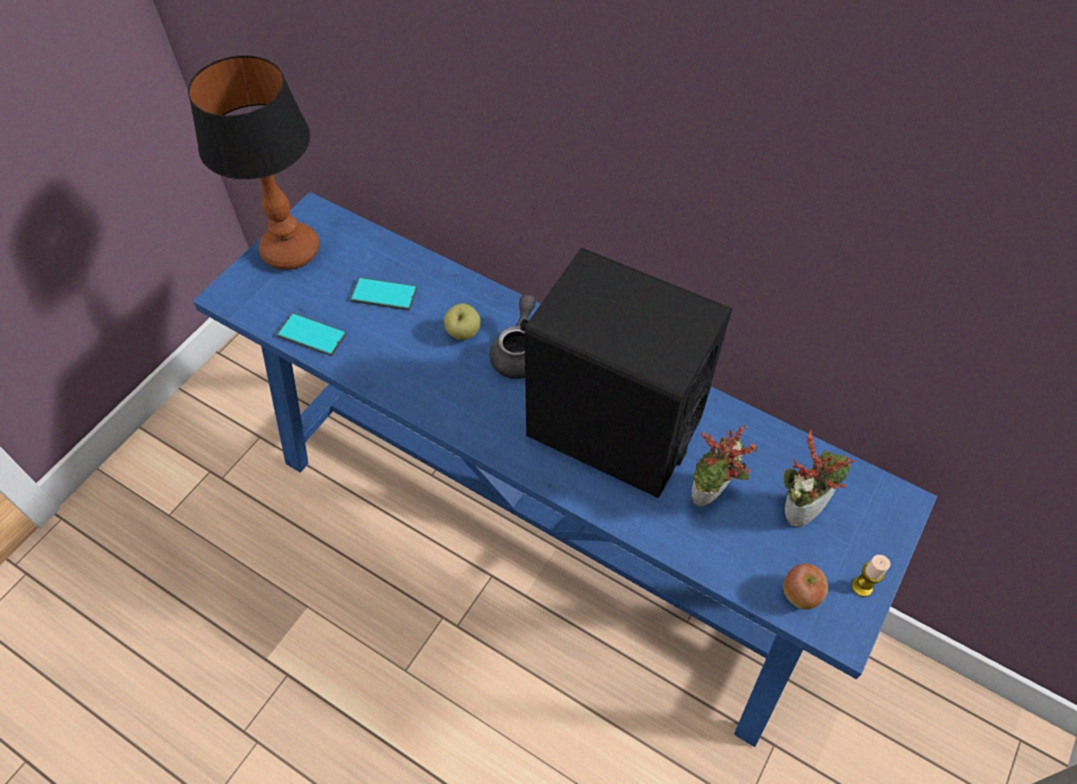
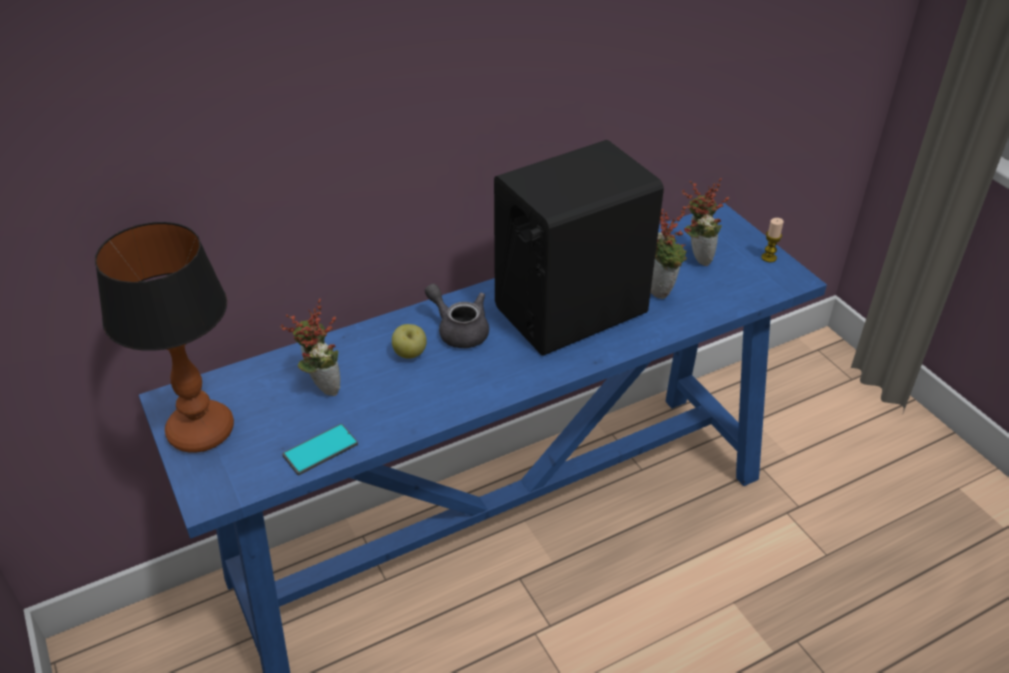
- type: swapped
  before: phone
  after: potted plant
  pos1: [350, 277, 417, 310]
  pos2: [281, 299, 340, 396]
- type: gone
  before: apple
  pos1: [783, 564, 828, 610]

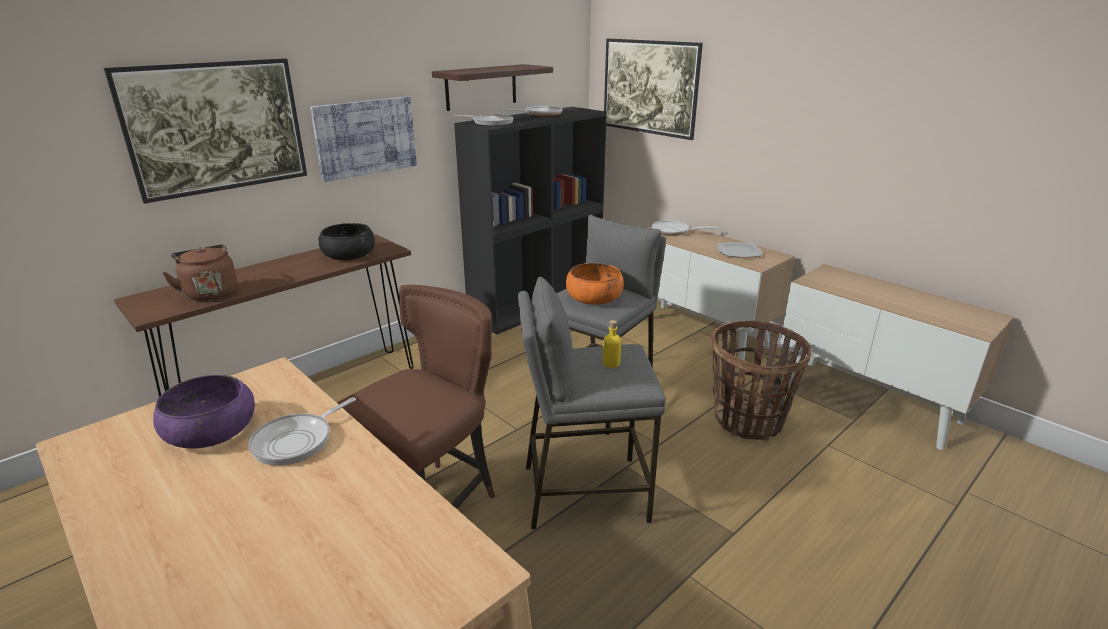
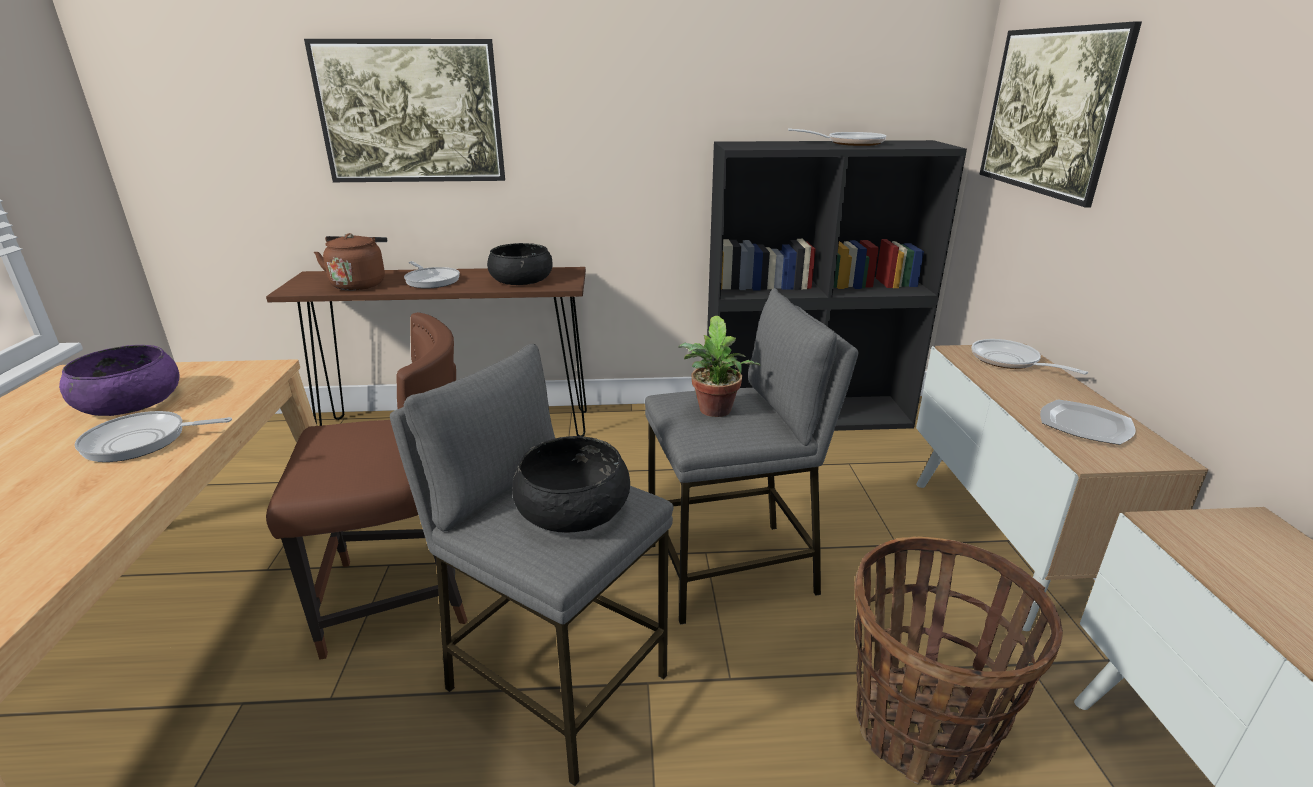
- type: gone
  before: shelf
  pos1: [432, 64, 553, 111]
- type: gone
  before: picture
  pos1: [310, 97, 417, 182]
- type: shifted
  before: frying pan
  pos1: [454, 115, 513, 126]
  pos2: [404, 261, 460, 288]
- type: swapped
  before: orange bowl
  after: potted plant
  pos1: [566, 263, 624, 305]
  pos2: [678, 316, 761, 417]
- type: swapped
  before: yellow bottle
  after: black bowl
  pos1: [603, 320, 621, 368]
  pos2: [512, 436, 630, 533]

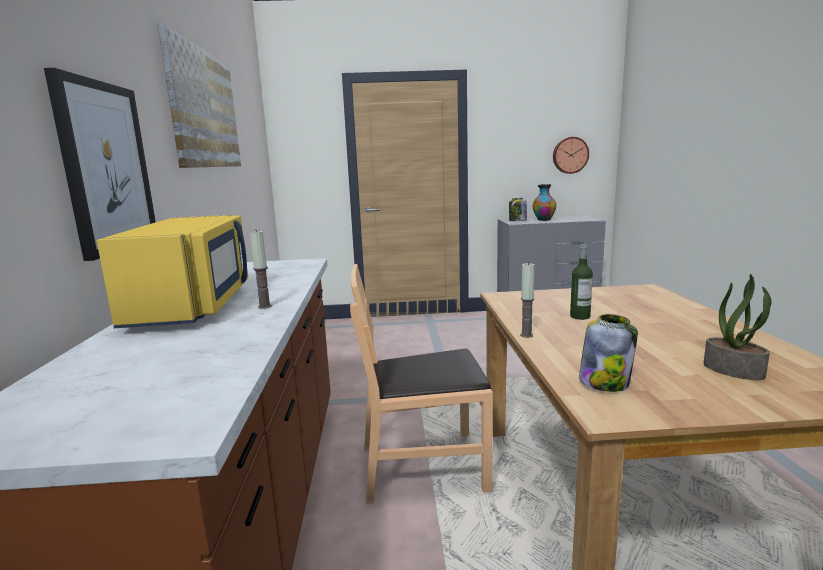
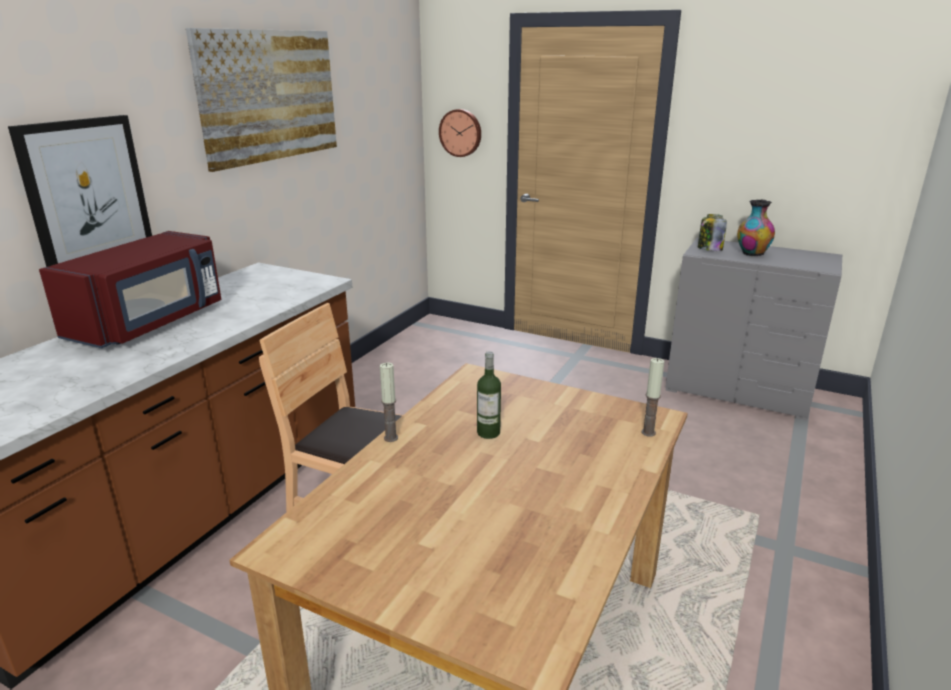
- type: shifted
  before: wall clock
  pos1: [553, 137, 589, 174]
  pos2: [439, 109, 481, 157]
- type: repainted
  before: yellow microwave
  after: red microwave
  pos1: [97, 215, 248, 328]
  pos2: [39, 231, 222, 348]
- type: shifted
  before: candle
  pos1: [250, 229, 272, 309]
  pos2: [641, 358, 664, 437]
- type: gone
  before: potted plant
  pos1: [704, 274, 772, 380]
- type: gone
  before: jar
  pos1: [579, 314, 638, 392]

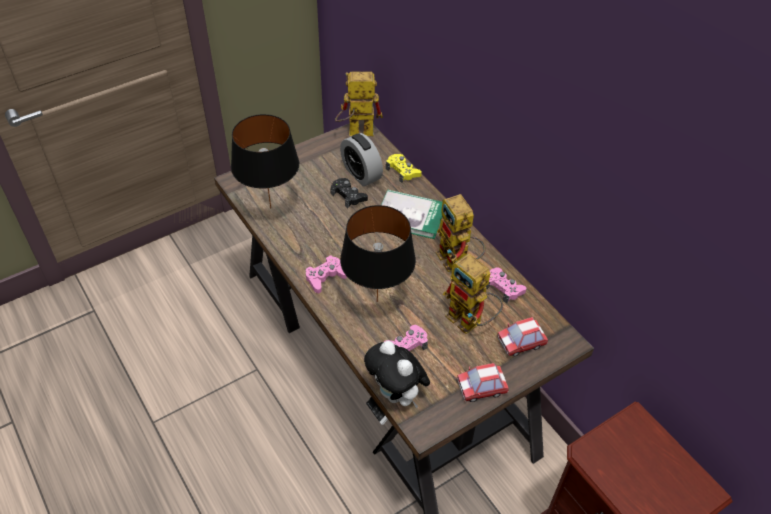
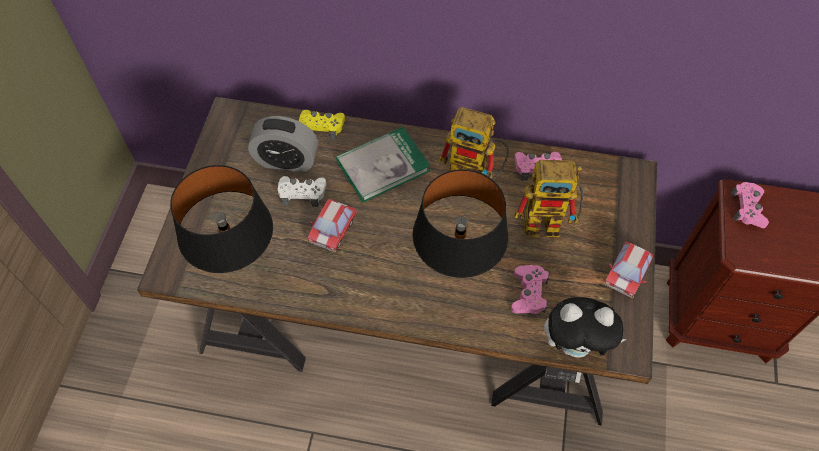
- type: gone
  before: toy robot
  pos1: [335, 72, 383, 136]
- type: repainted
  before: black game controller
  after: white game controller
  pos1: [330, 178, 368, 208]
  pos2: [278, 176, 326, 207]
- type: shifted
  before: pink game controller
  pos1: [306, 255, 347, 293]
  pos2: [731, 182, 769, 228]
- type: shifted
  before: toy car
  pos1: [497, 317, 548, 357]
  pos2: [308, 199, 357, 252]

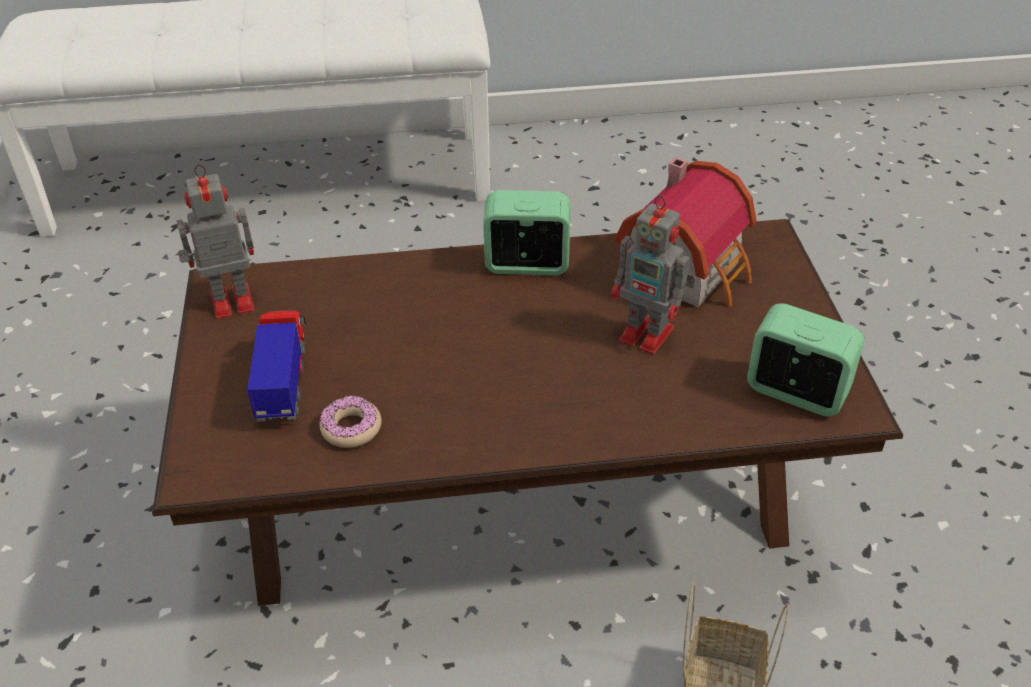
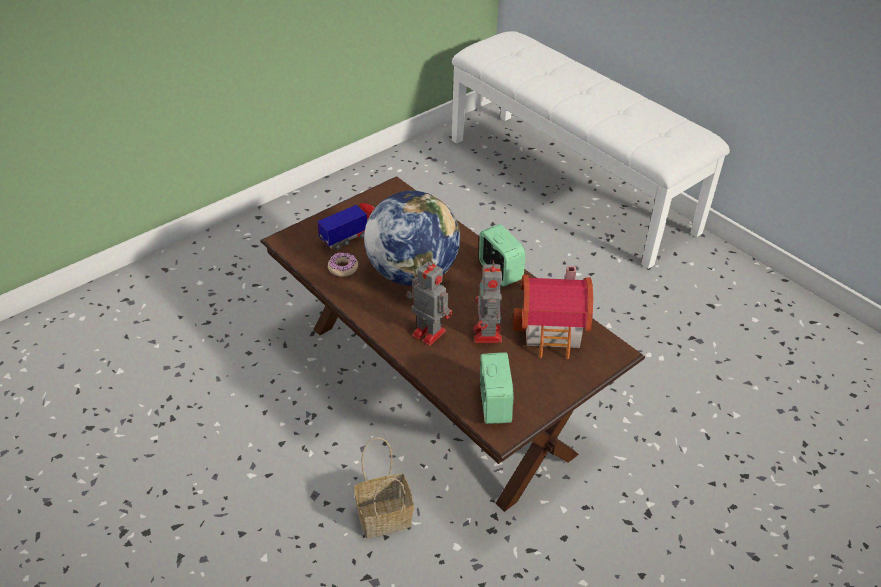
- type: shifted
  before: toy robot
  pos1: [177, 164, 254, 319]
  pos2: [407, 259, 452, 346]
- type: new
  after: globe
  pos2: [364, 191, 460, 286]

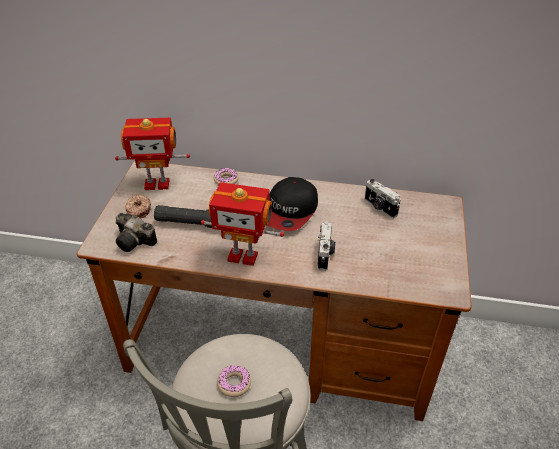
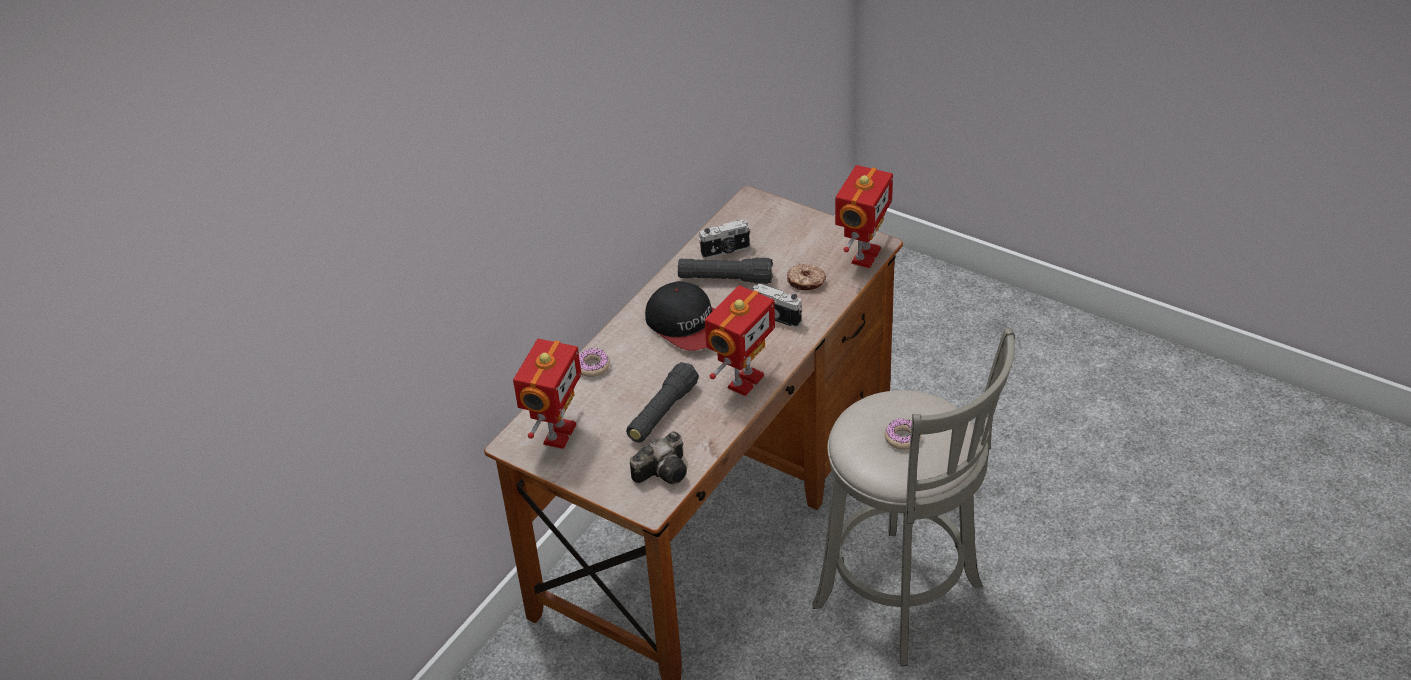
- type: shifted
  before: donut
  pos1: [126, 195, 151, 218]
  pos2: [787, 264, 826, 290]
- type: new
  after: toy robot
  pos2: [835, 165, 893, 268]
- type: new
  after: black flashlight
  pos2: [678, 258, 773, 284]

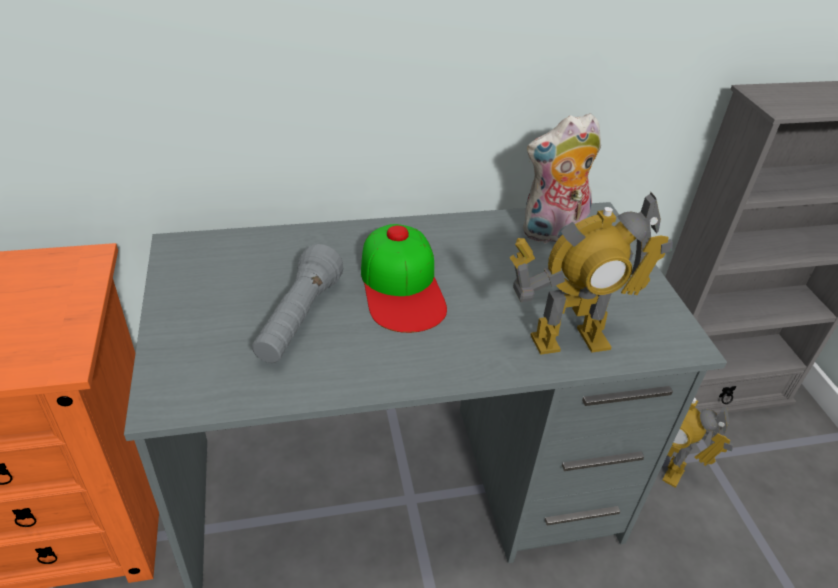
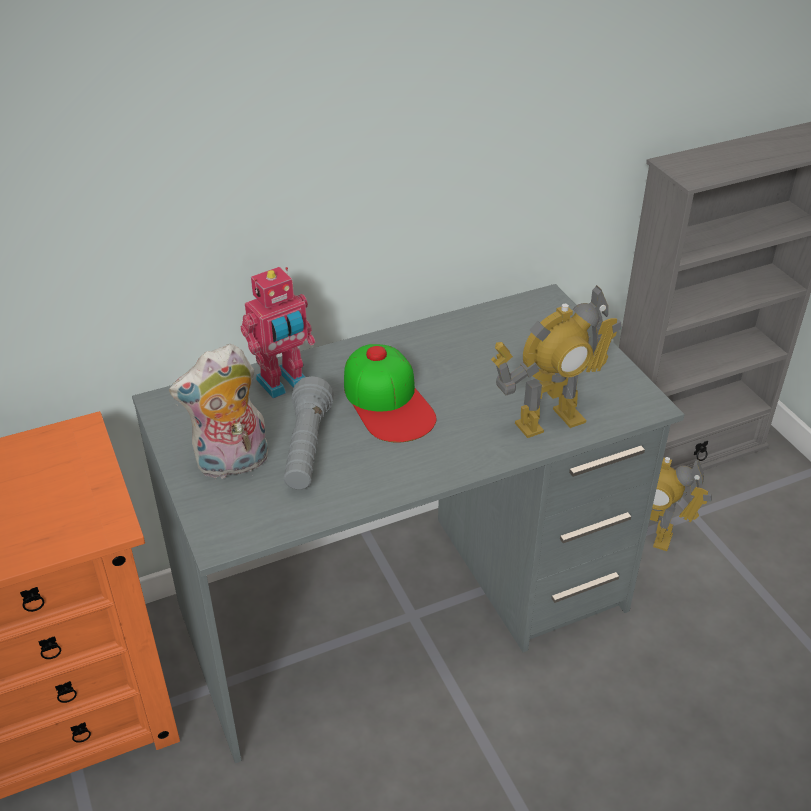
- type: shifted
  before: plush toy
  pos1: [523, 113, 601, 243]
  pos2: [169, 344, 268, 480]
- type: new
  after: toy robot
  pos2: [241, 267, 315, 398]

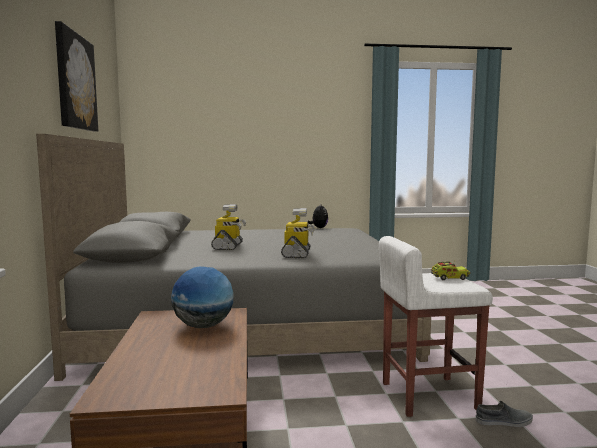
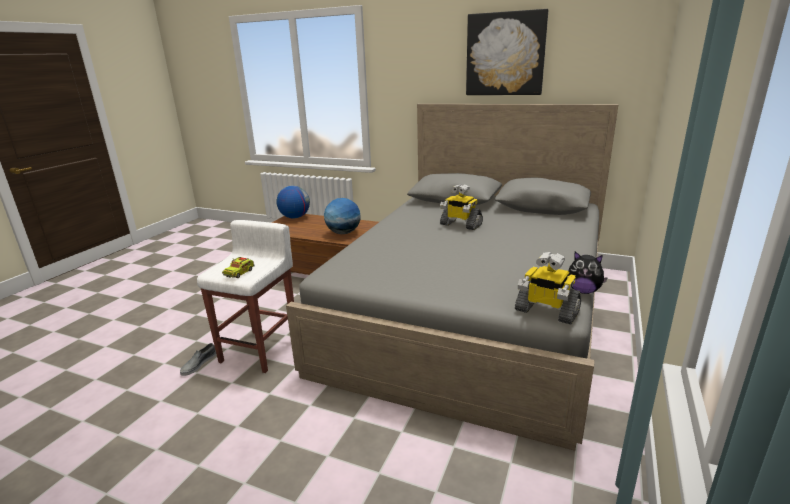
- type: shifted
  before: toy robot
  pos1: [281, 208, 315, 258]
  pos2: [515, 252, 581, 324]
- type: new
  after: globe
  pos2: [276, 185, 310, 218]

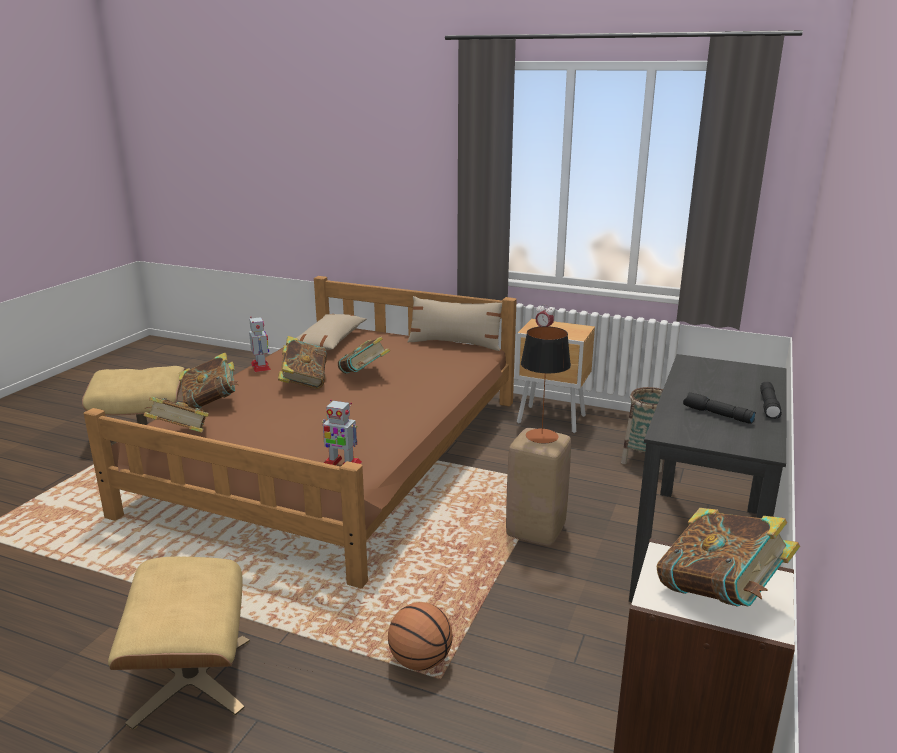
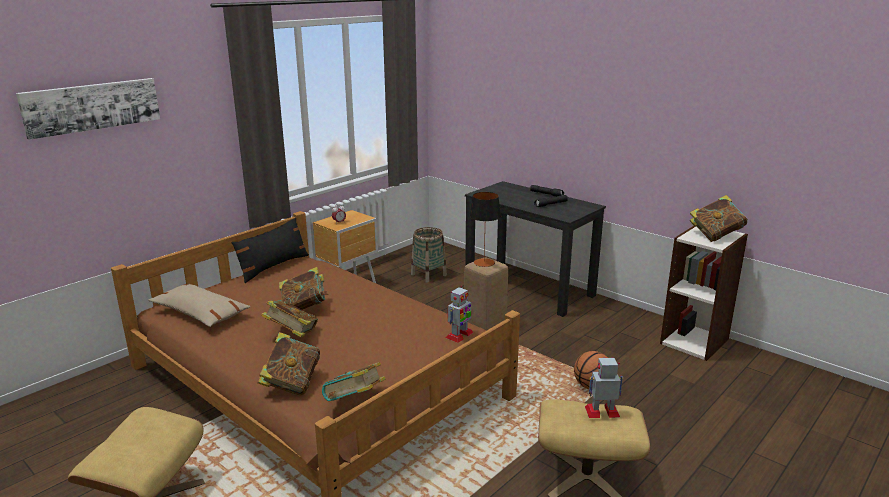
- type: repainted
  before: beige pillow
  after: black pillow
  pos1: [408, 296, 502, 351]
  pos2: [231, 218, 309, 283]
- type: shifted
  before: toy robot
  pos1: [249, 316, 271, 372]
  pos2: [585, 358, 624, 418]
- type: new
  after: picture
  pos2: [16, 78, 160, 140]

